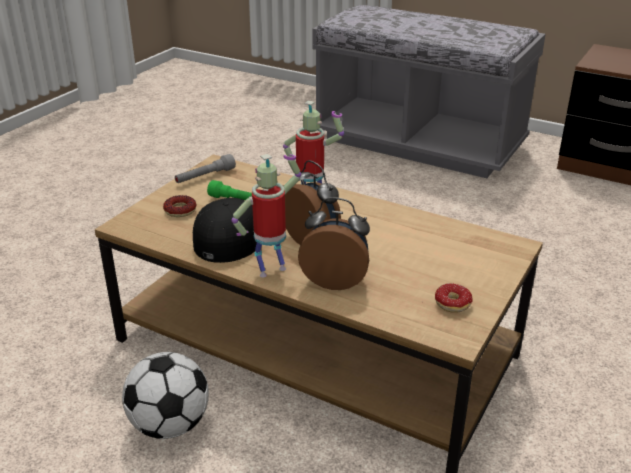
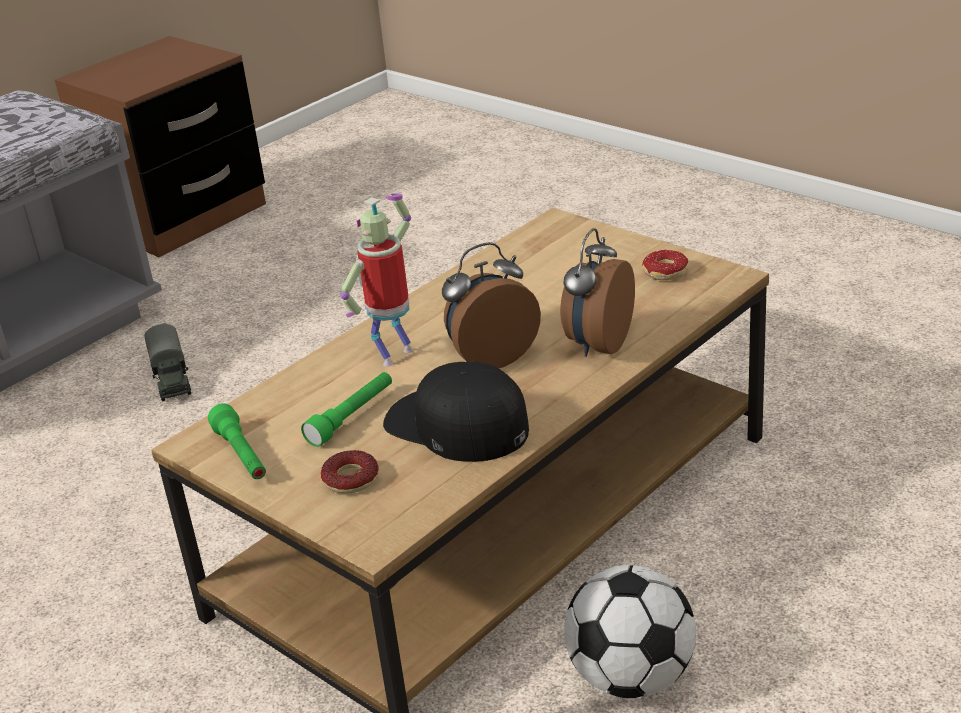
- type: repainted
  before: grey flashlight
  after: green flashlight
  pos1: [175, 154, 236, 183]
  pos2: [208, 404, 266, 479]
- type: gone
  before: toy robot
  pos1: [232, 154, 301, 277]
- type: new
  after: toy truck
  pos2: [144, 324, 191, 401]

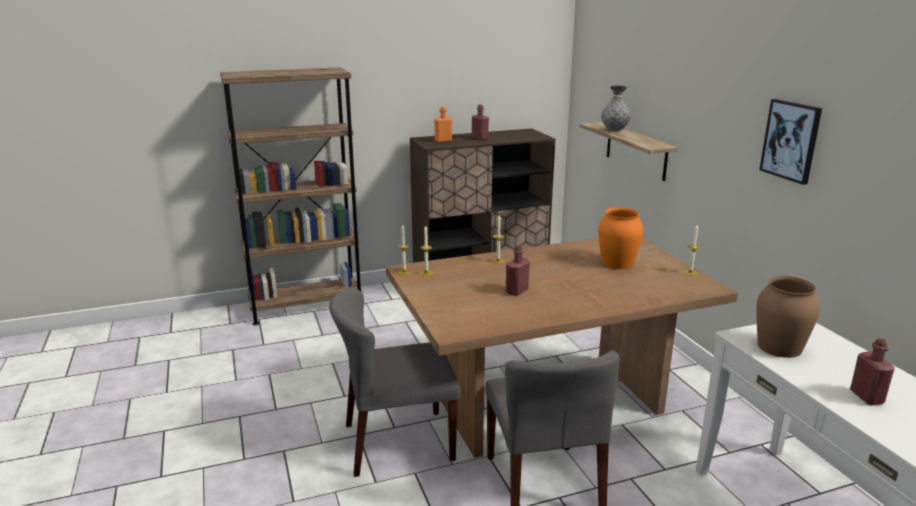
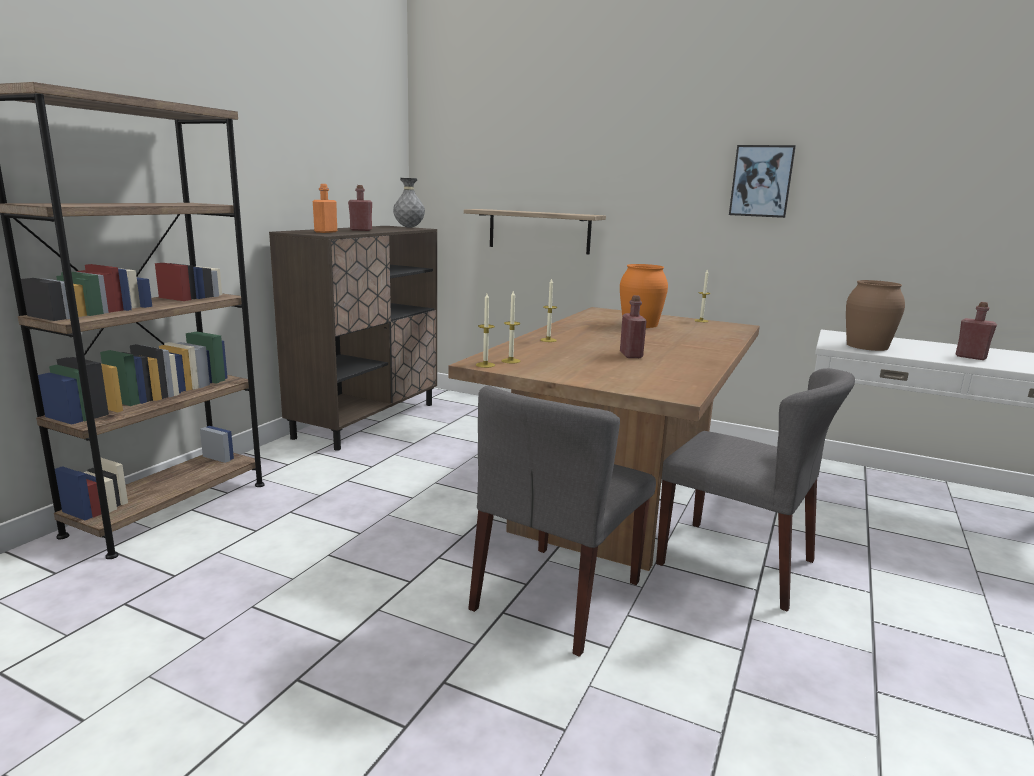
- type: shifted
  before: grey vase
  pos1: [601, 86, 631, 131]
  pos2: [393, 178, 425, 228]

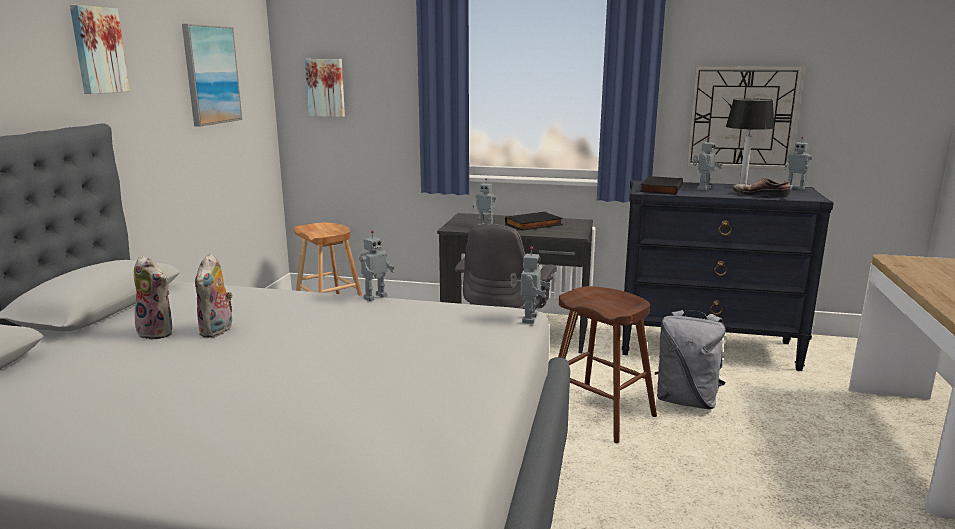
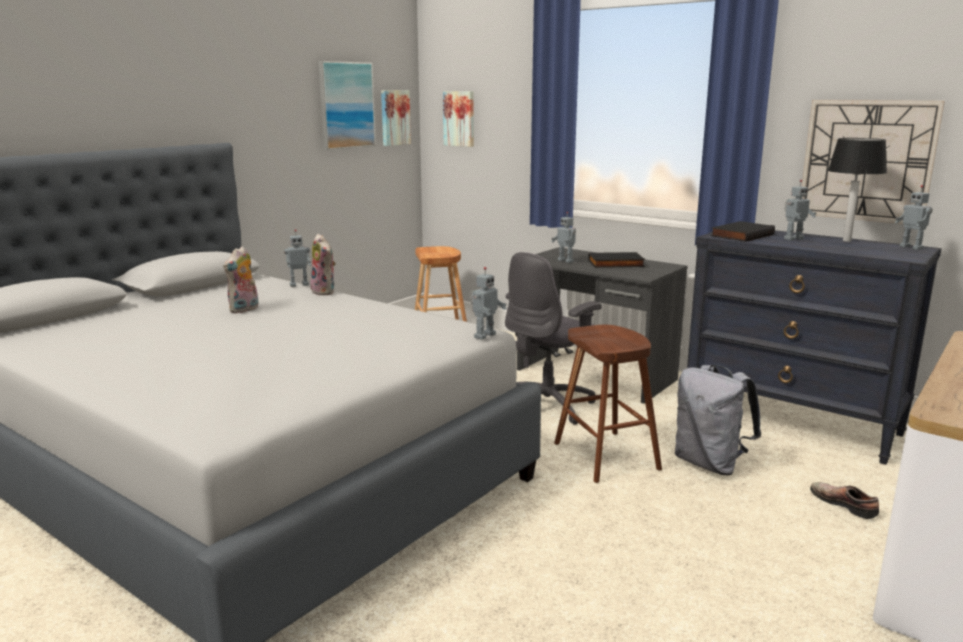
- type: shifted
  before: picture
  pos1: [70, 5, 130, 94]
  pos2: [381, 90, 411, 146]
- type: shifted
  before: shoe
  pos1: [733, 178, 790, 198]
  pos2: [810, 482, 879, 519]
- type: shifted
  before: toy robot
  pos1: [359, 230, 395, 301]
  pos2: [284, 229, 311, 287]
- type: shifted
  before: plush toy
  pos1: [133, 256, 172, 340]
  pos2: [310, 234, 336, 295]

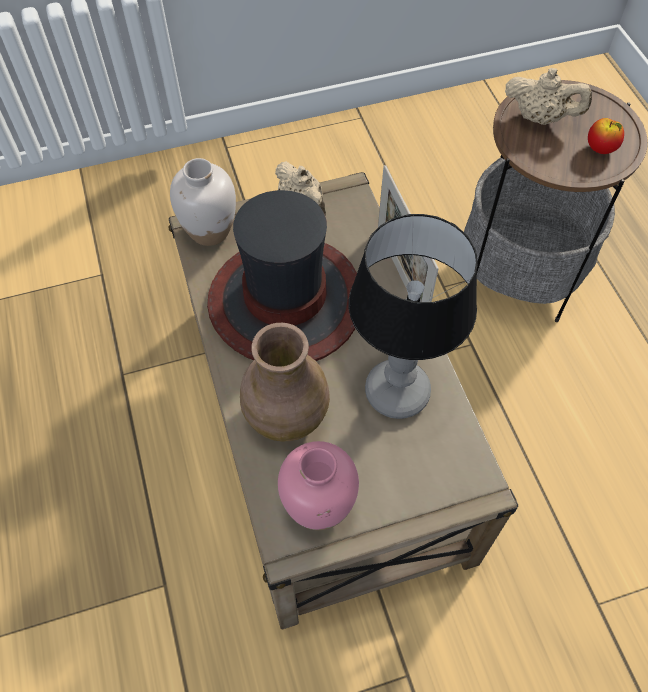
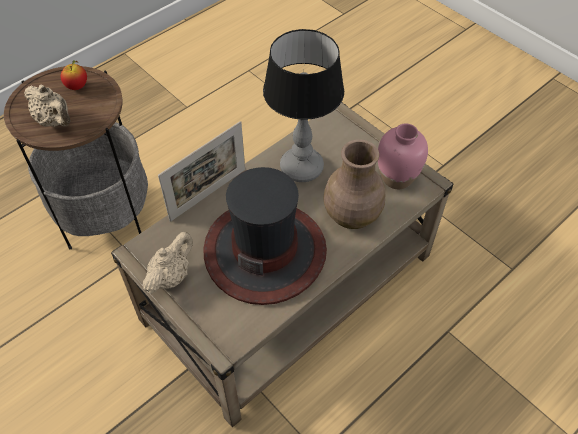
- type: rotated
  before: beige teapot
  pos1: [505, 68, 592, 125]
  pos2: [24, 84, 70, 127]
  turn: 135
- type: gone
  before: white vase
  pos1: [170, 158, 236, 246]

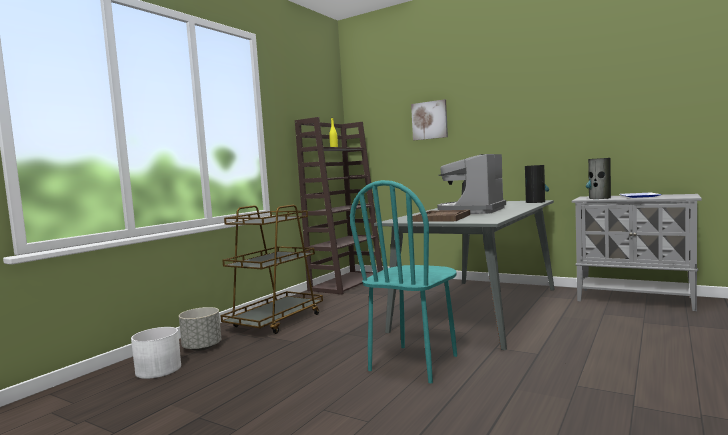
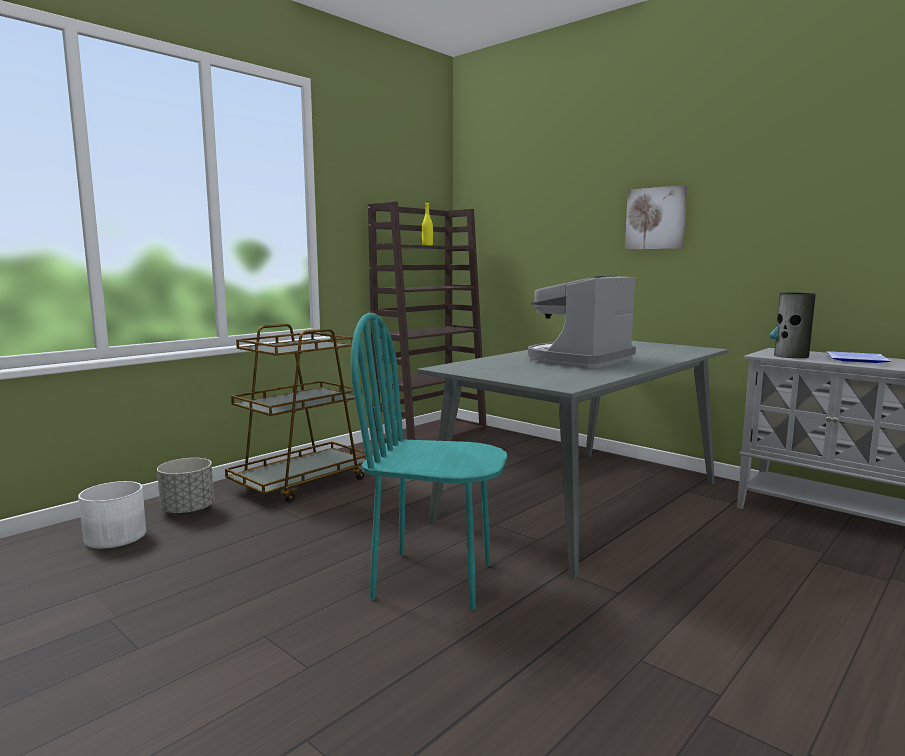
- type: shifted
  before: picture
  pos1: [411, 99, 448, 140]
  pos2: [625, 185, 688, 250]
- type: gone
  before: vase
  pos1: [525, 165, 549, 203]
- type: rotated
  before: turquoise chair
  pos1: [350, 180, 457, 383]
  pos2: [351, 313, 507, 610]
  turn: 60
- type: gone
  before: brown tray
  pos1: [412, 210, 470, 222]

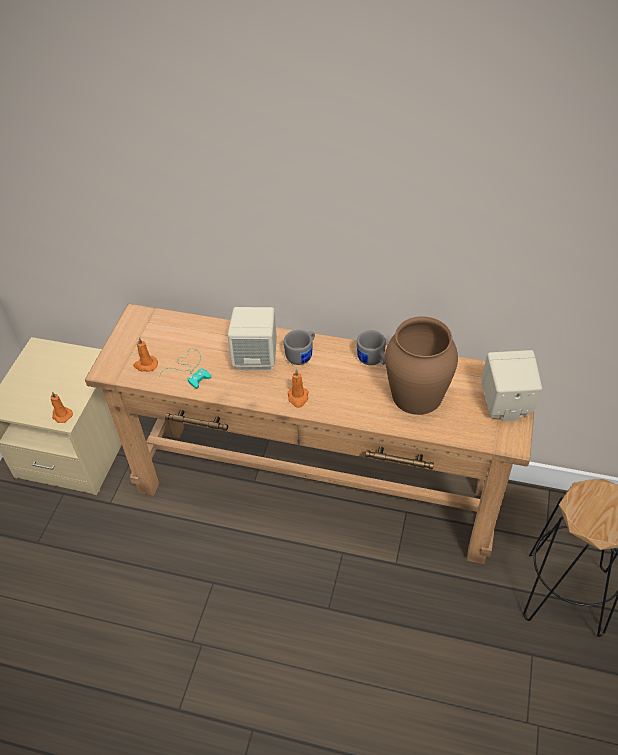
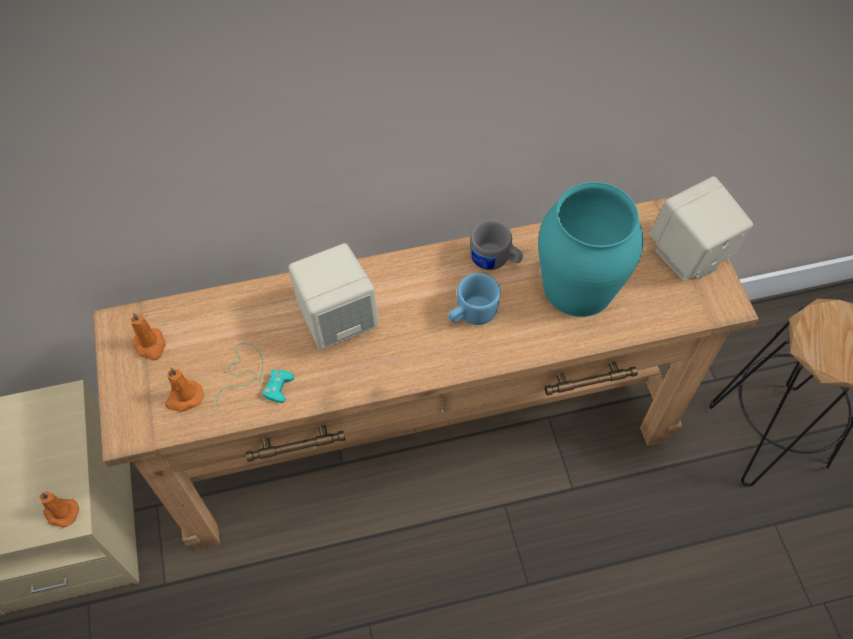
- type: repainted
  before: brown vase
  after: turquoise vase
  pos1: [385, 316, 458, 415]
  pos2: [538, 182, 643, 317]
- type: gone
  before: grey mug
  pos1: [284, 330, 315, 365]
- type: shifted
  before: orange candle
  pos1: [287, 369, 309, 408]
  pos2: [131, 312, 166, 361]
- type: new
  after: blue mug
  pos2: [448, 273, 501, 325]

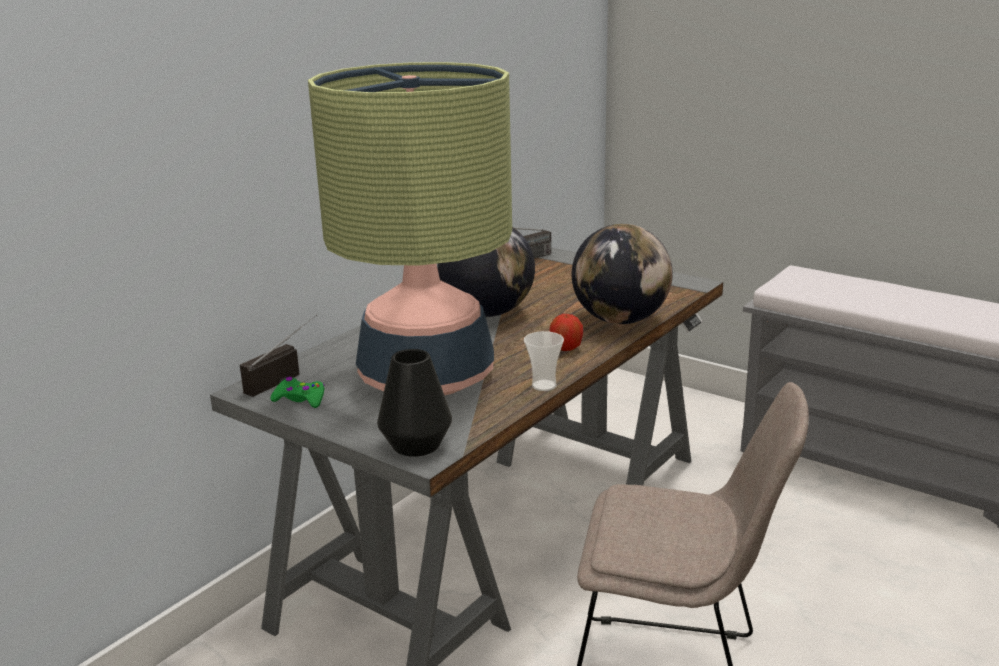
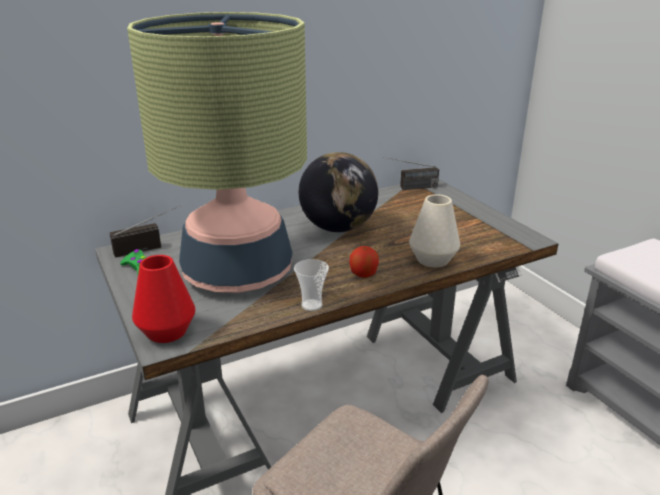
- type: swapped
  before: globe
  after: white vase
  pos1: [572, 224, 673, 324]
  pos2: [409, 194, 460, 267]
- type: repainted
  before: black vase
  after: red vase
  pos1: [377, 349, 452, 457]
  pos2: [132, 255, 195, 343]

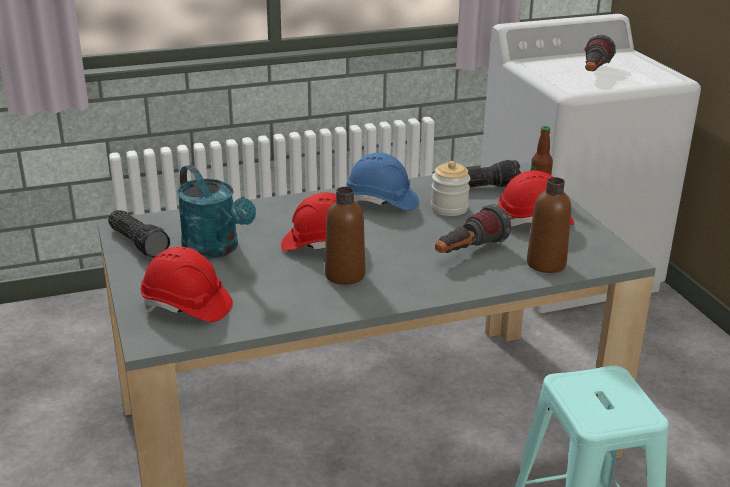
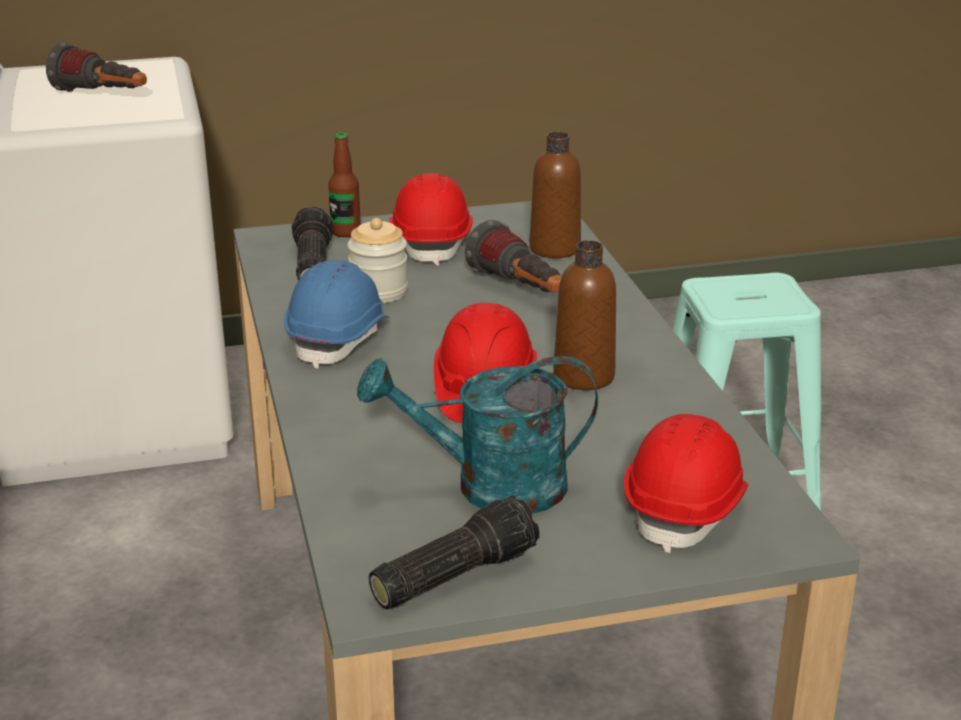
- type: rotated
  before: turquoise watering can
  pos1: [177, 165, 256, 259]
  pos2: [357, 356, 598, 514]
  turn: -150

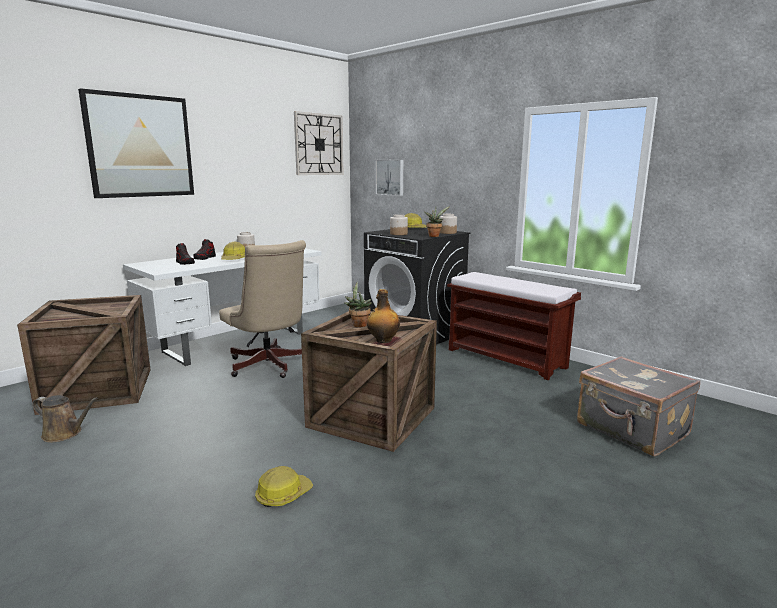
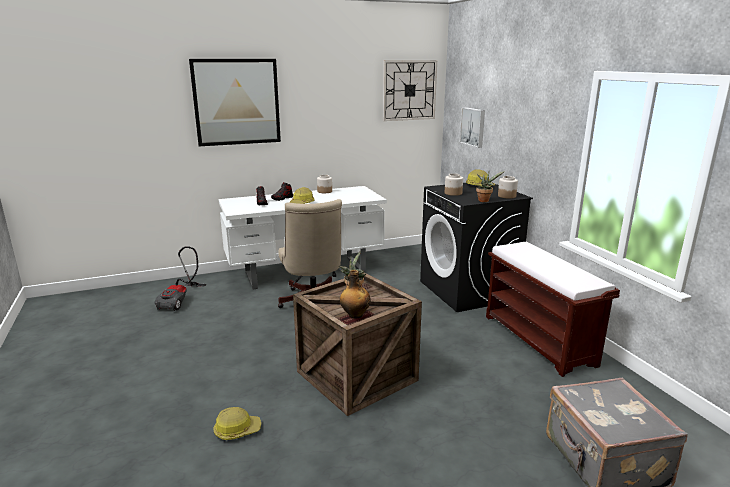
- type: swapped
  before: crate
  after: vacuum cleaner
  pos1: [17, 295, 151, 415]
  pos2: [155, 246, 206, 311]
- type: gone
  before: brown watering can
  pos1: [32, 395, 98, 442]

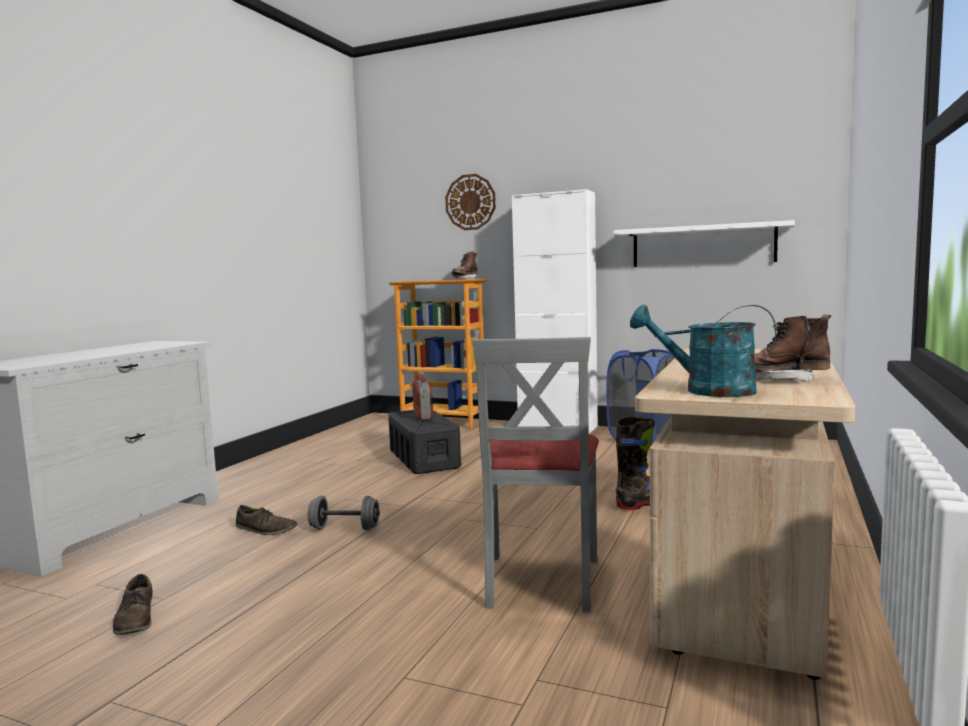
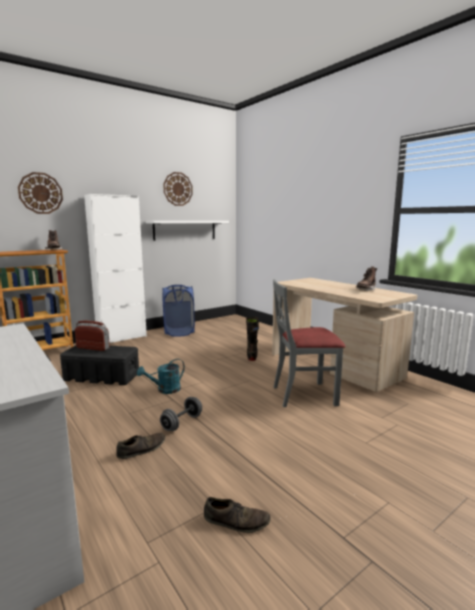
- type: shifted
  before: turquoise watering can
  pos1: [630, 304, 776, 397]
  pos2: [137, 359, 185, 394]
- type: rotated
  before: grey chair
  pos1: [472, 337, 599, 612]
  pos2: [273, 279, 345, 407]
  turn: 135
- type: new
  after: wall clock
  pos2: [163, 172, 193, 206]

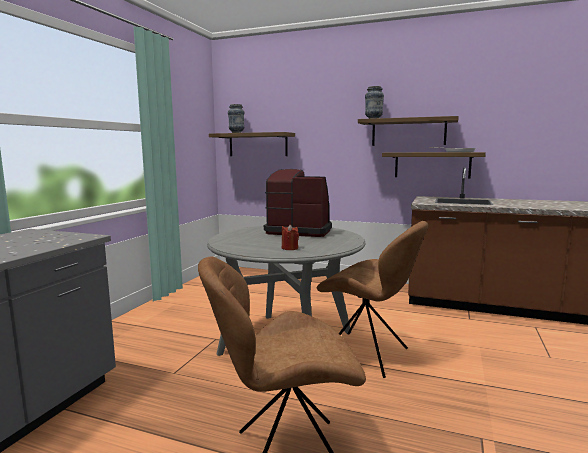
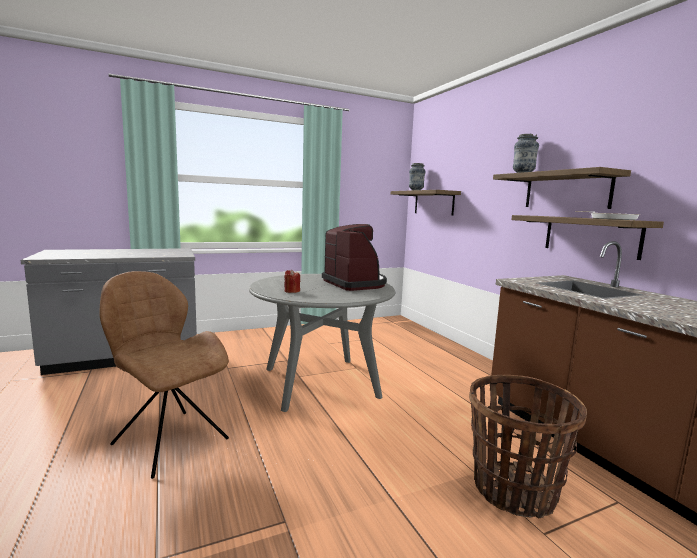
- type: gone
  before: brown chair
  pos1: [317, 221, 428, 378]
- type: new
  after: basket
  pos2: [469, 375, 587, 518]

